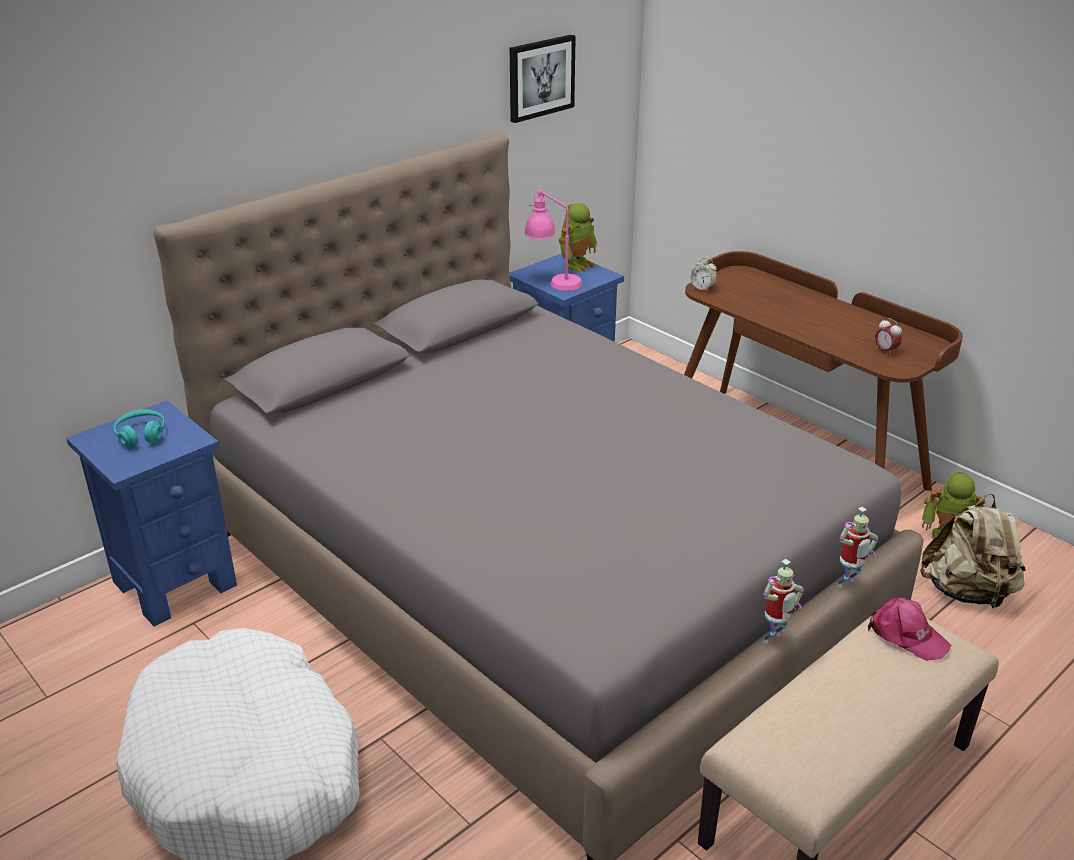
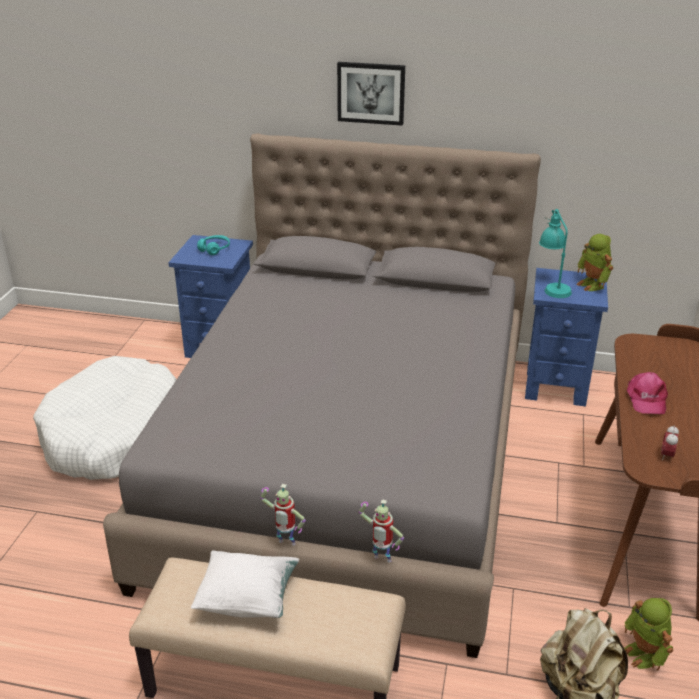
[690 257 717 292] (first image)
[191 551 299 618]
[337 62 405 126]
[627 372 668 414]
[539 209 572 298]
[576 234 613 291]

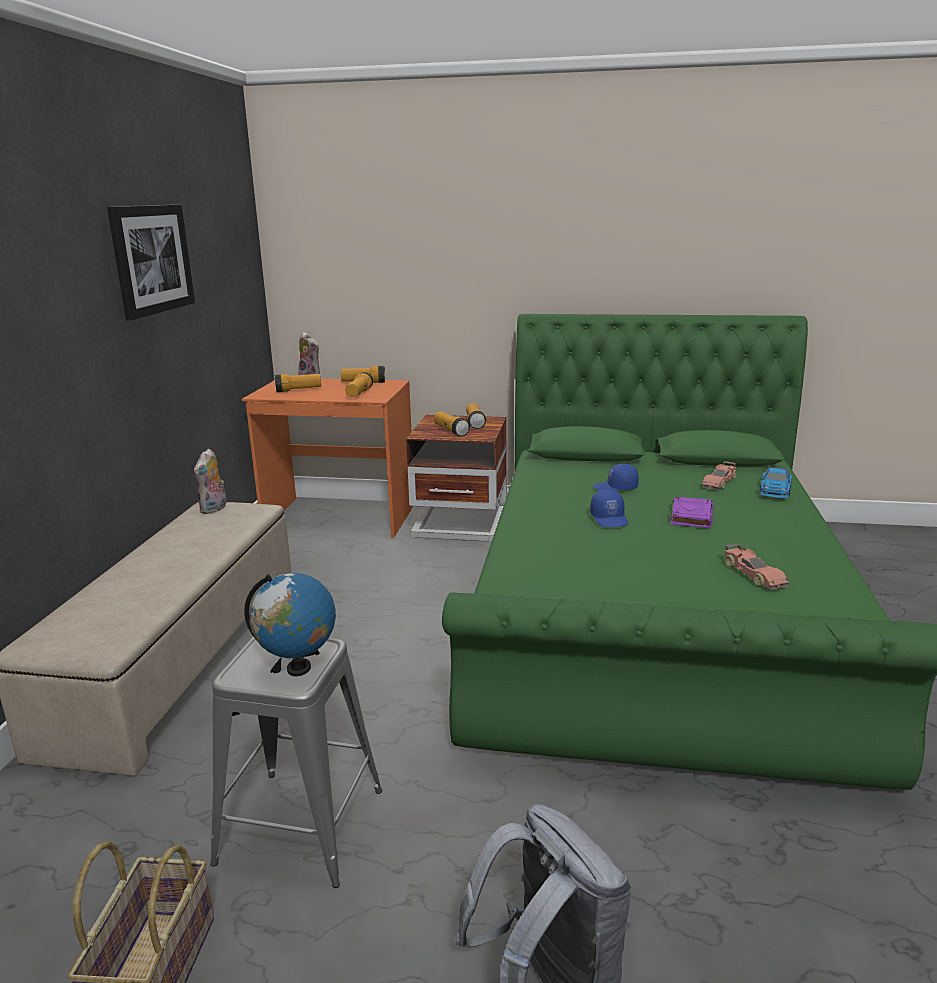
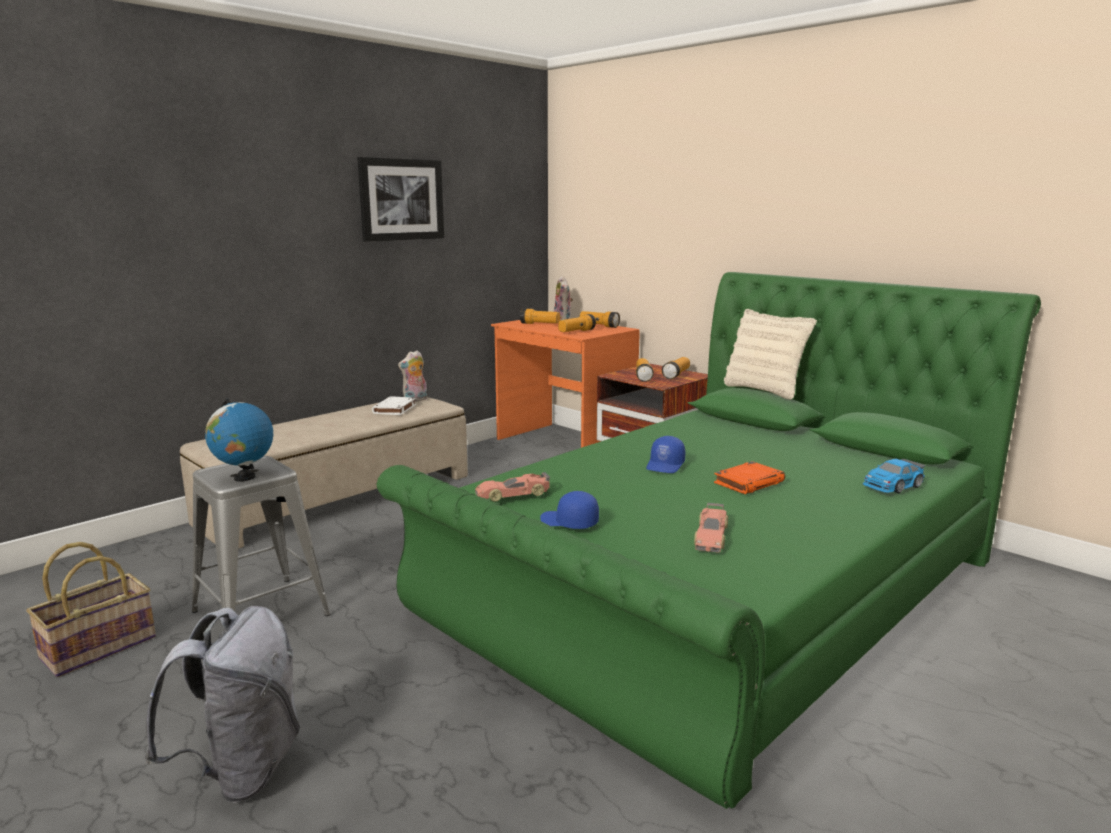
[372 396 416 415]
[724 308 817 400]
[540 491 599 529]
[475 472 550 502]
[714 461 785 494]

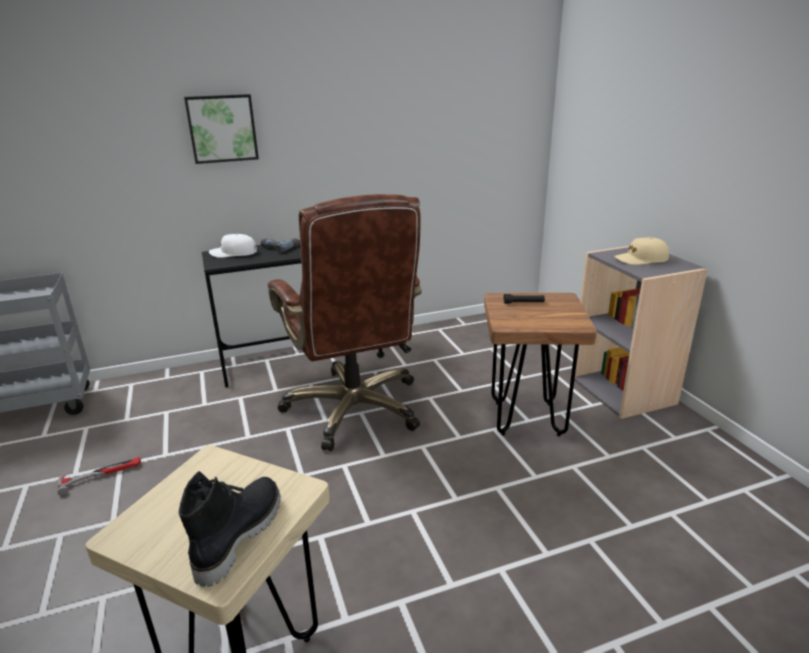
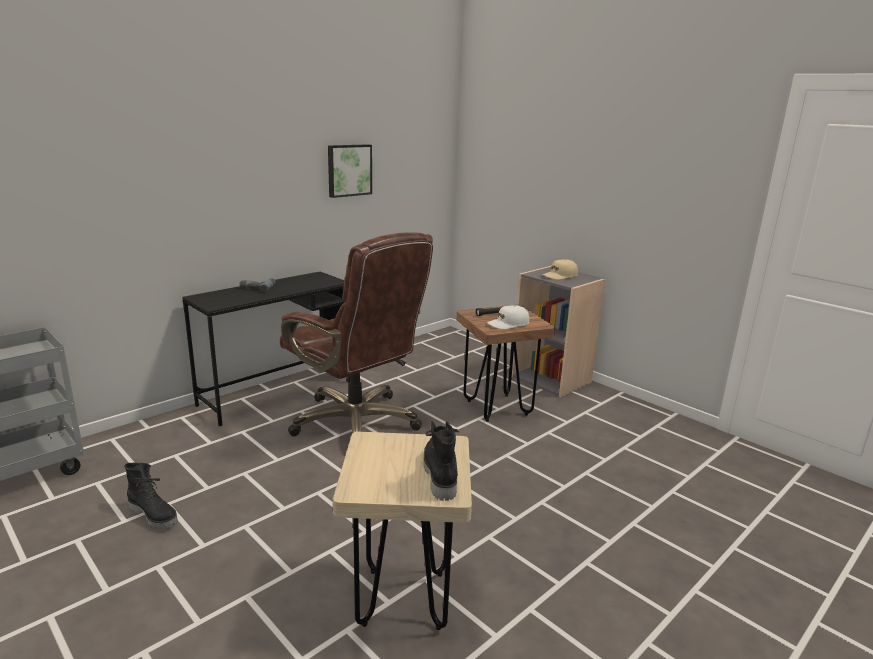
[328 144 372 198]
[487 305 530 329]
[124 462 178 529]

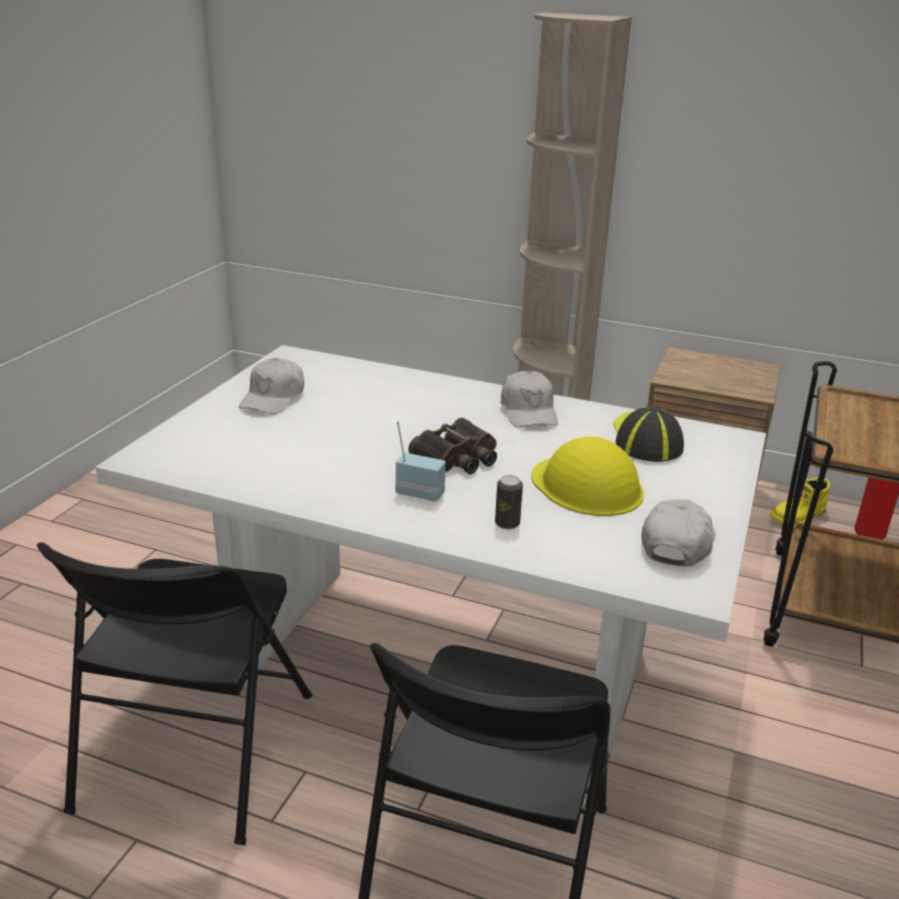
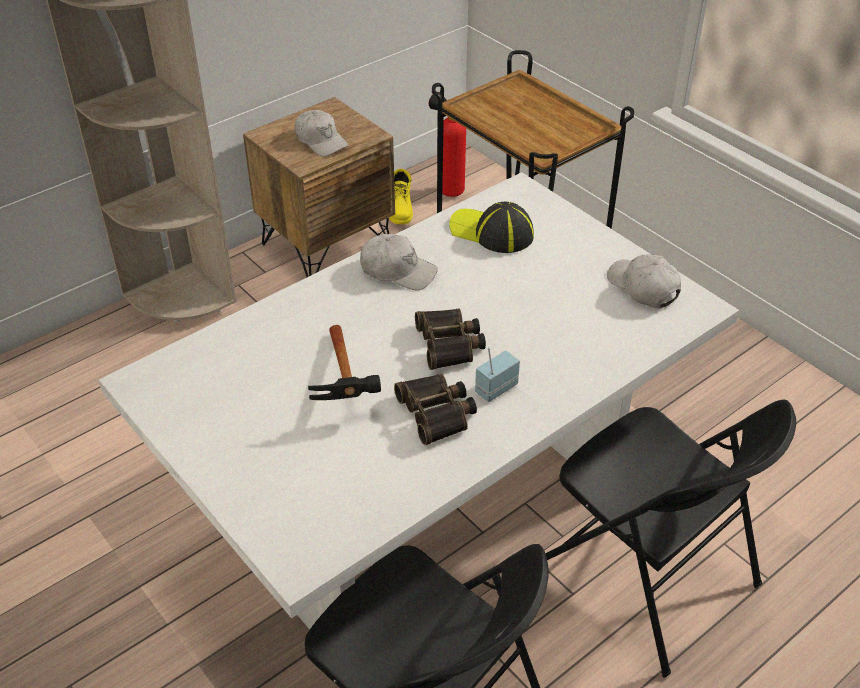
[495 475 523 529] (first image)
[531 437 644 516] (first image)
[308 325 381 400]
[394 373 477 445]
[295 110 348 157]

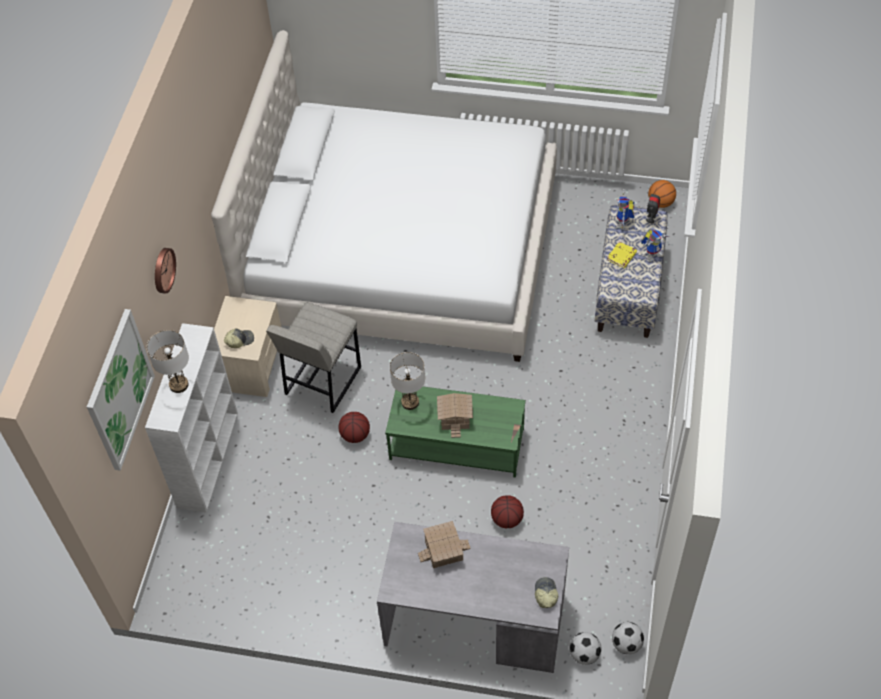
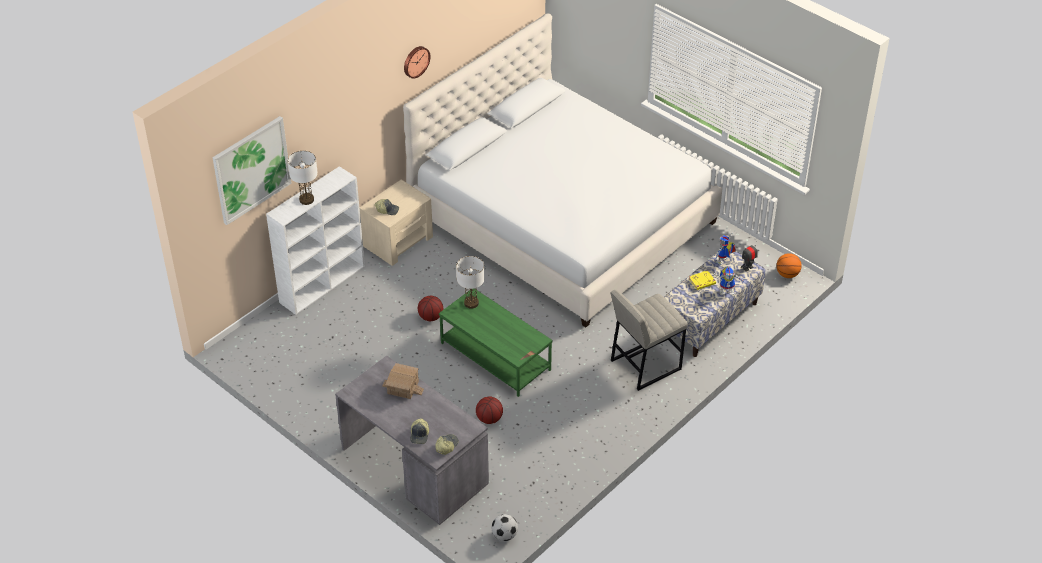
[437 393 473 438] (first image)
[569 632 601 665] (first image)
[410 418 429 444]
[404 46 431 79]
[610 290 688 391]

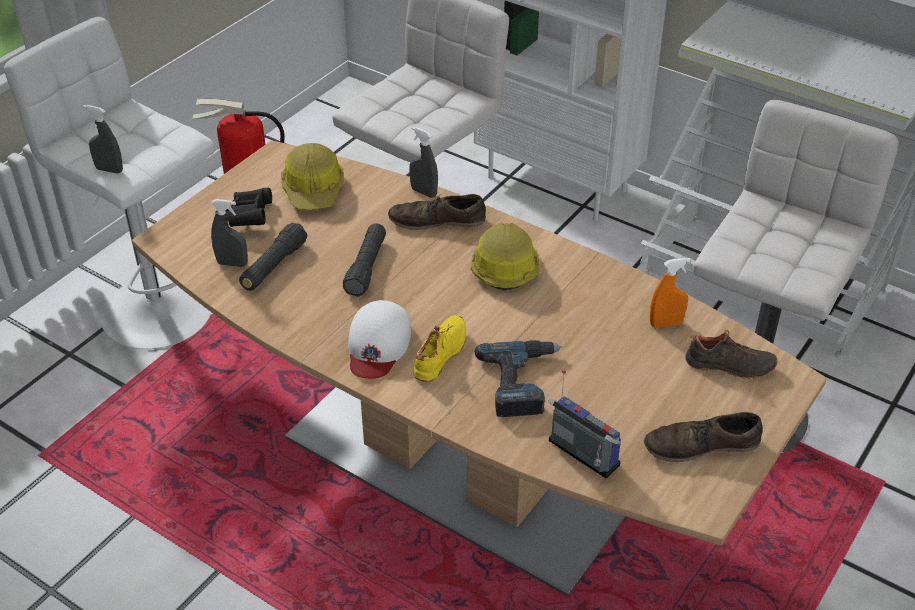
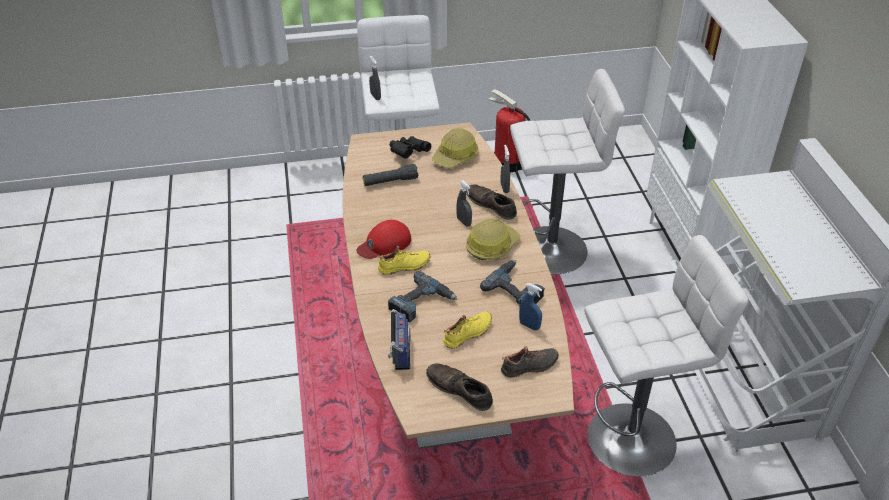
[343 223 386 297] (first image)
[443 312 492 348]
[480 260 545 308]
[456 180 472 227]
[357 220 411 259]
[519 283 542 330]
[501 346 559 378]

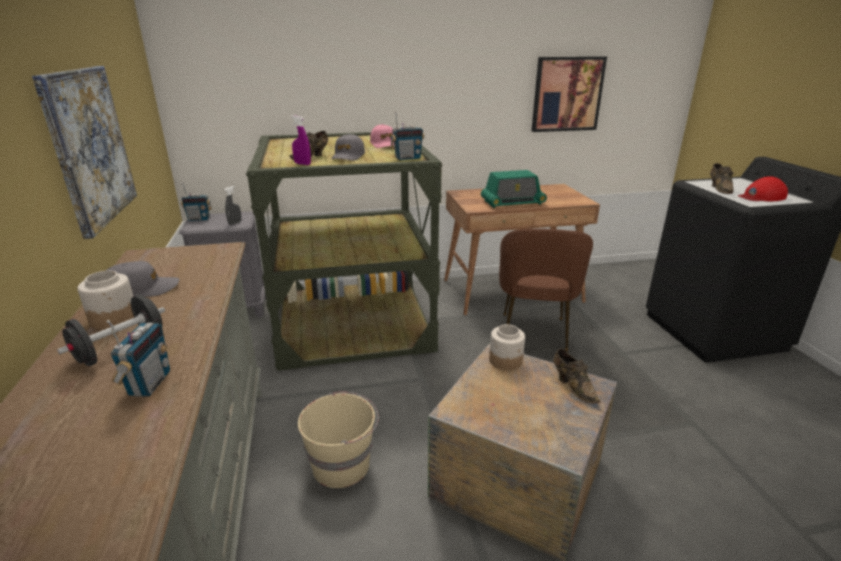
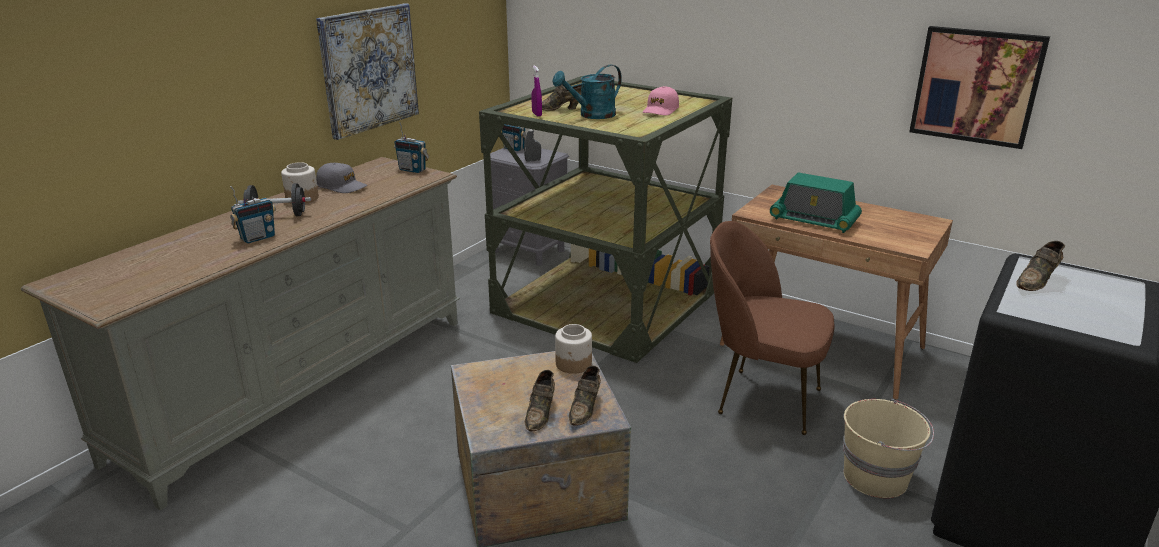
[738 176 788 201] (first image)
[525 370 555 431]
[843 399 934 498]
[394 122 429 173]
[553 64 622 119]
[710 221 834 435]

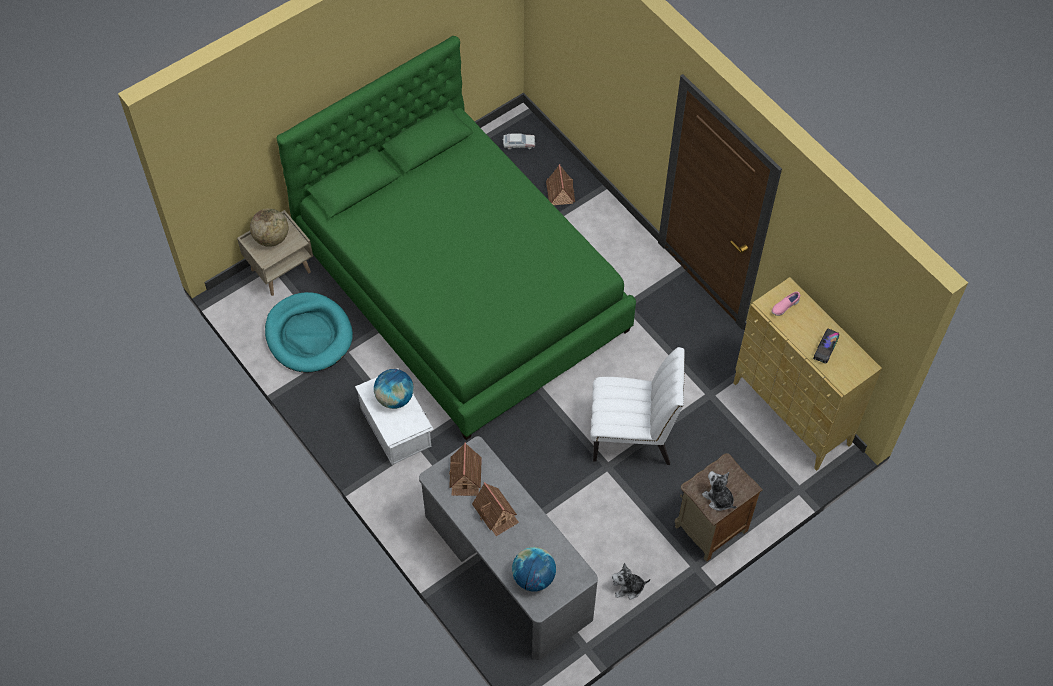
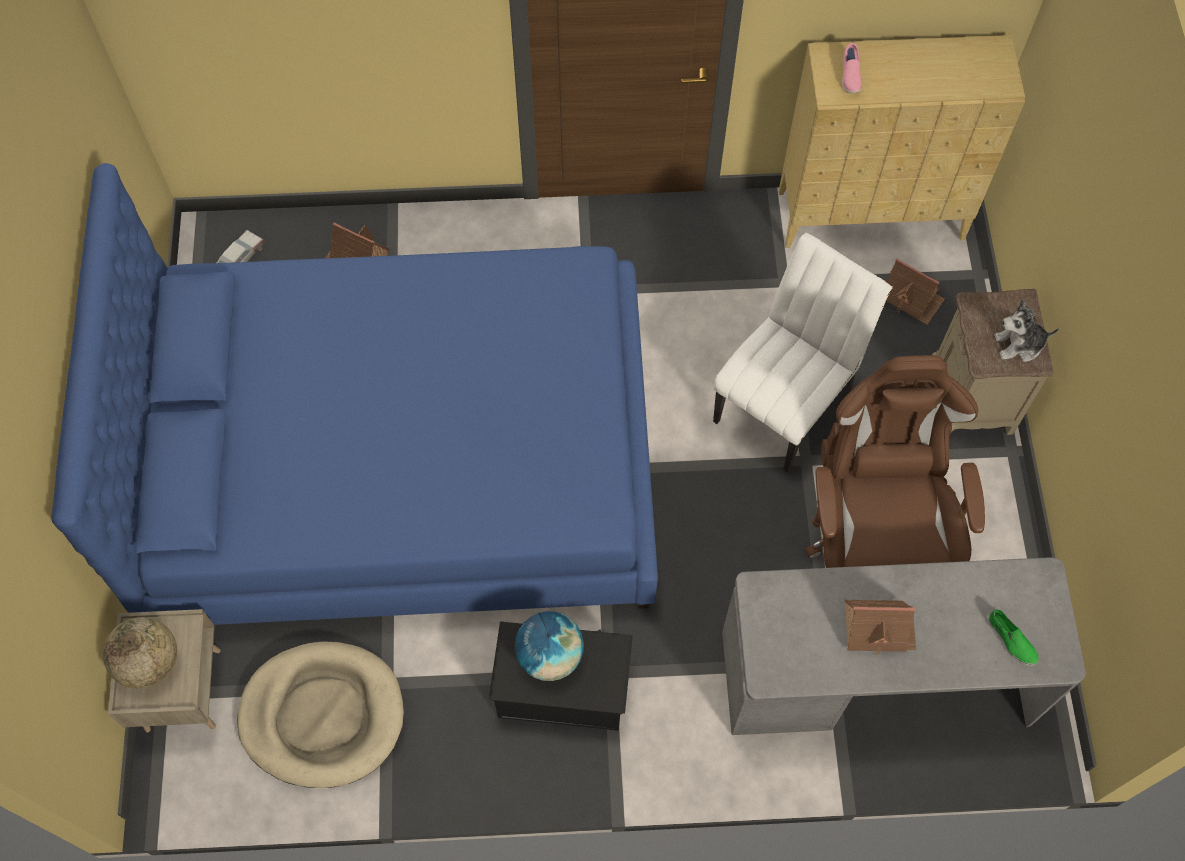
[612 563 651 599] (first image)
[813 329 839 363] (first image)
[805 355 985 568]
[886 259 945 324]
[988 609 1039 666]
[237 641 404 788]
[51 163 658 625]
[489 621 633 731]

